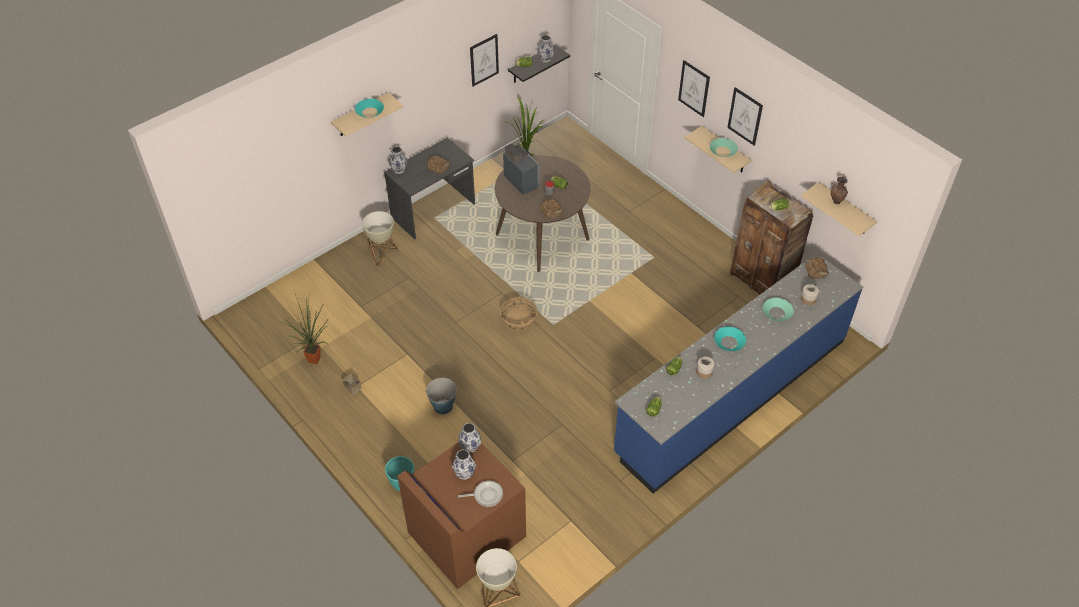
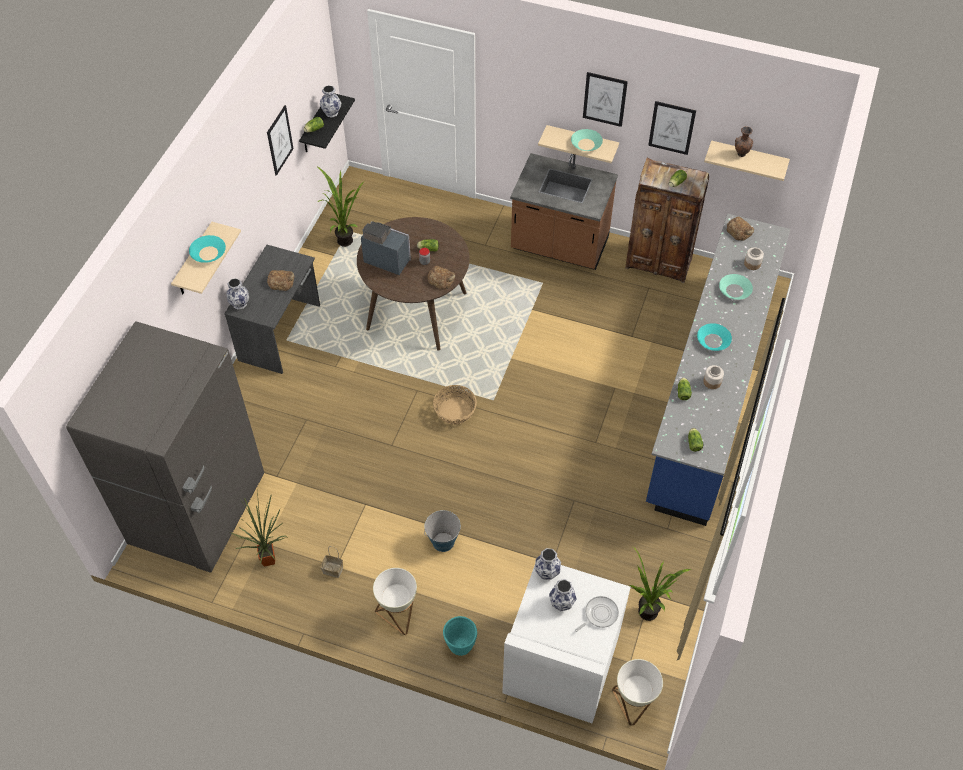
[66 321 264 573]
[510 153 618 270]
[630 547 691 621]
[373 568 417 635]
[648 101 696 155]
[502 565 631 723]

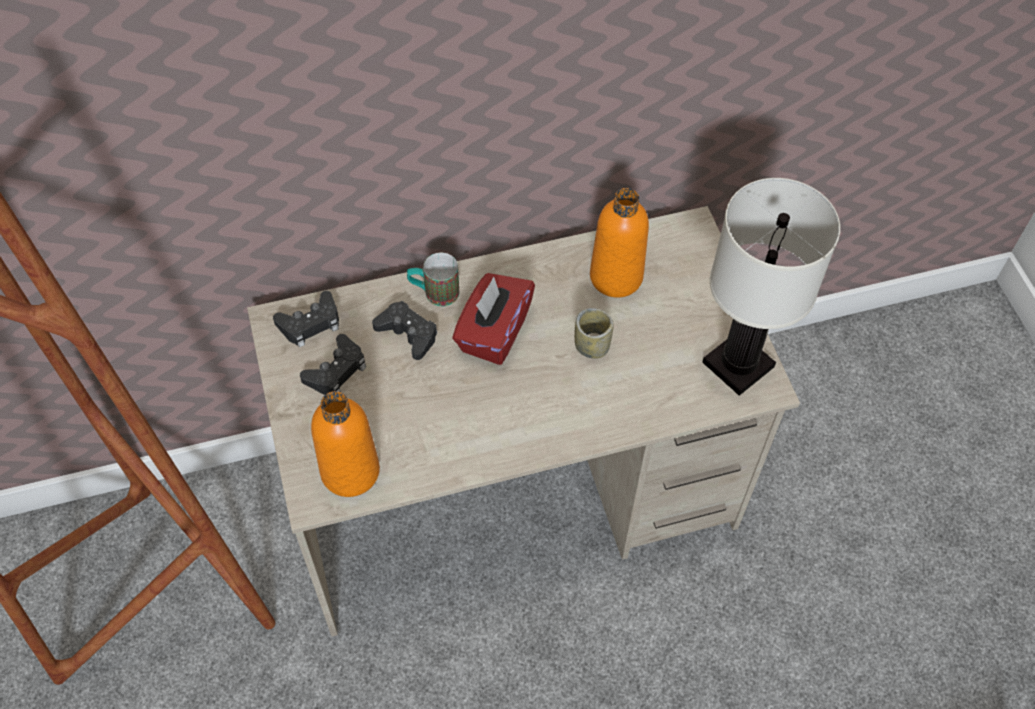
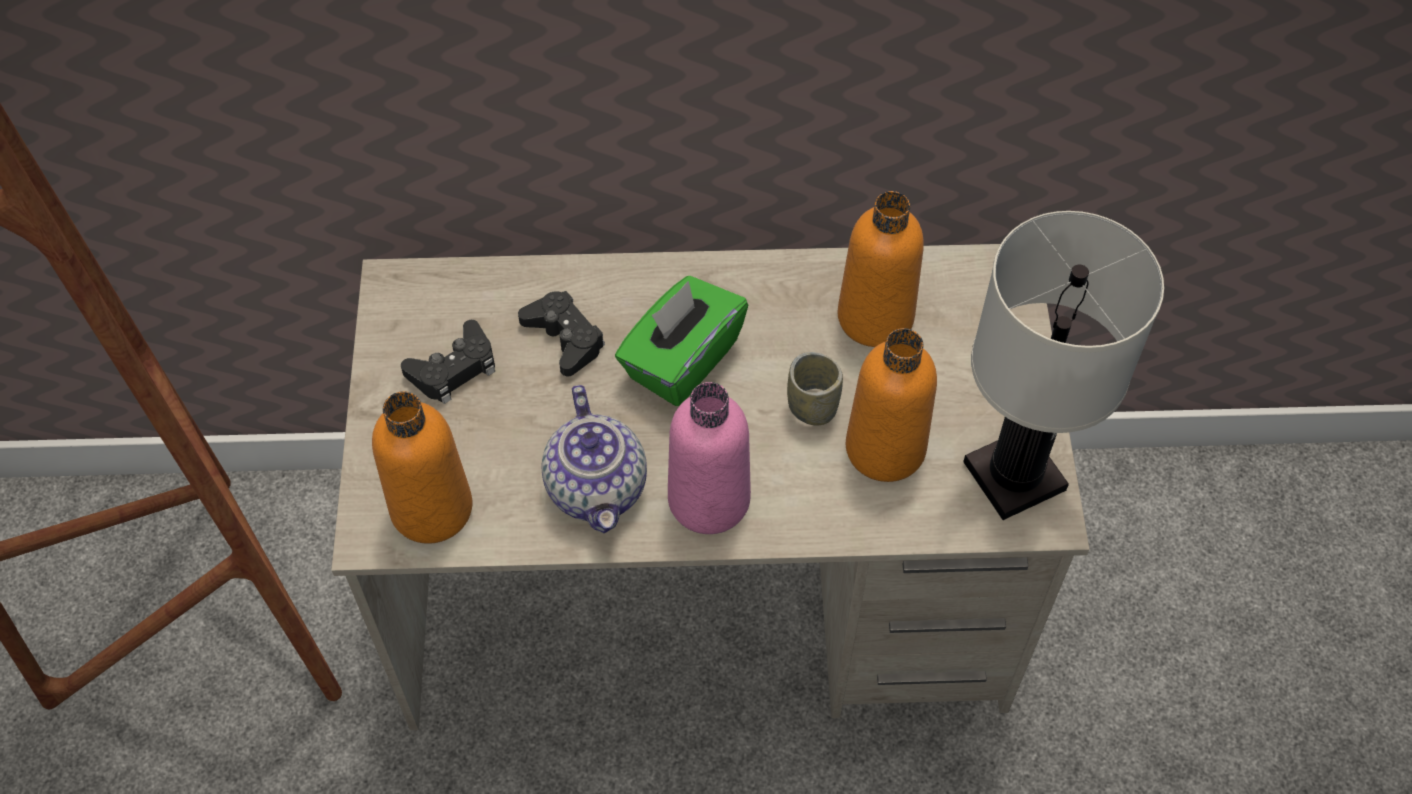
[273 291 339 347] (first image)
[407 253 459 306] (first image)
[541 385 647 533]
[668 382 751 534]
[846 328 937 482]
[615 276 748 406]

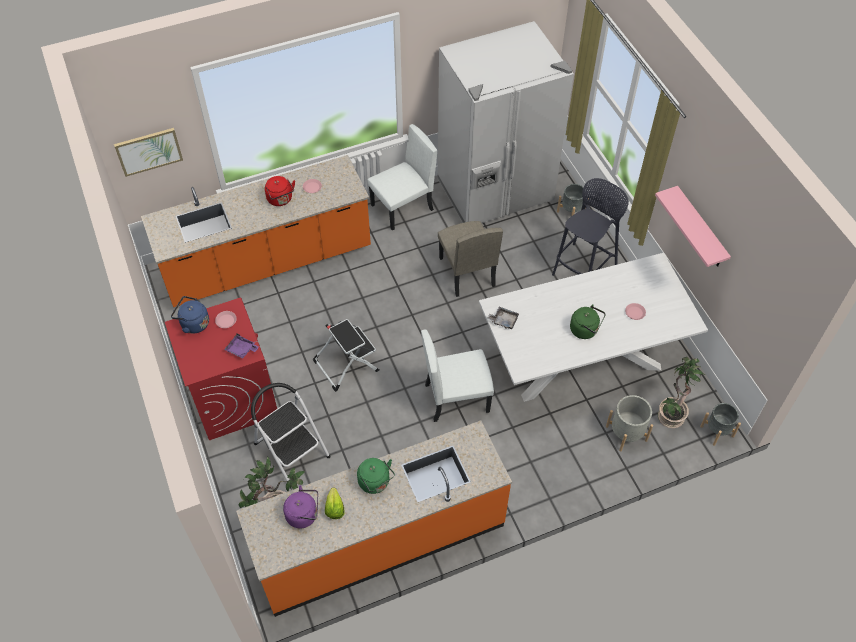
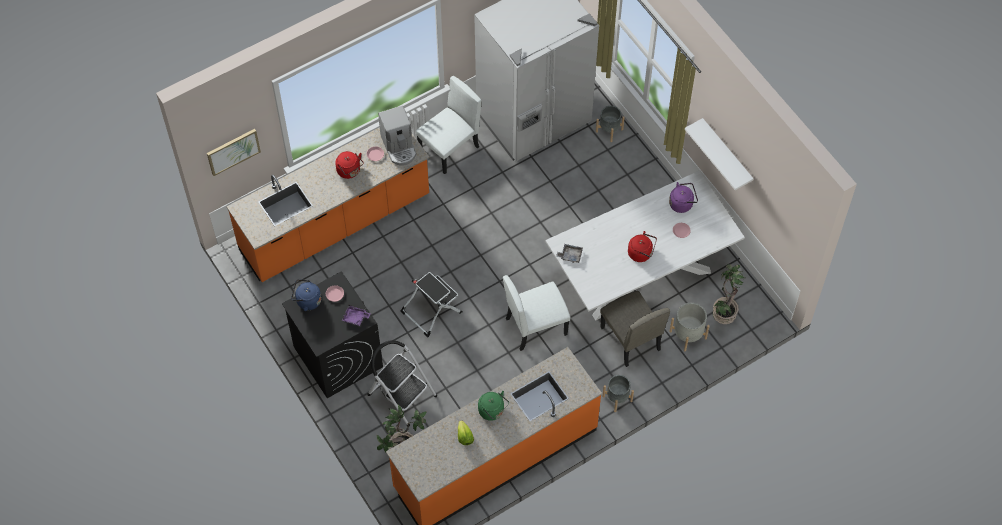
[552 178 629 276] (first image)
[378 105 416 166]
[669 182 698 213]
[600 291 670 367]
[602 375 634 412]
[282 271 383 398]
[628 231 657 262]
[685 118 754 190]

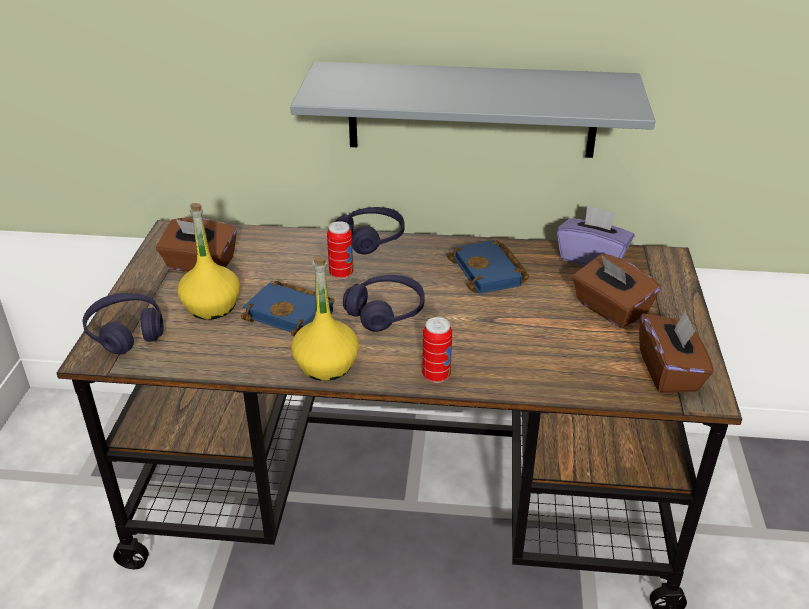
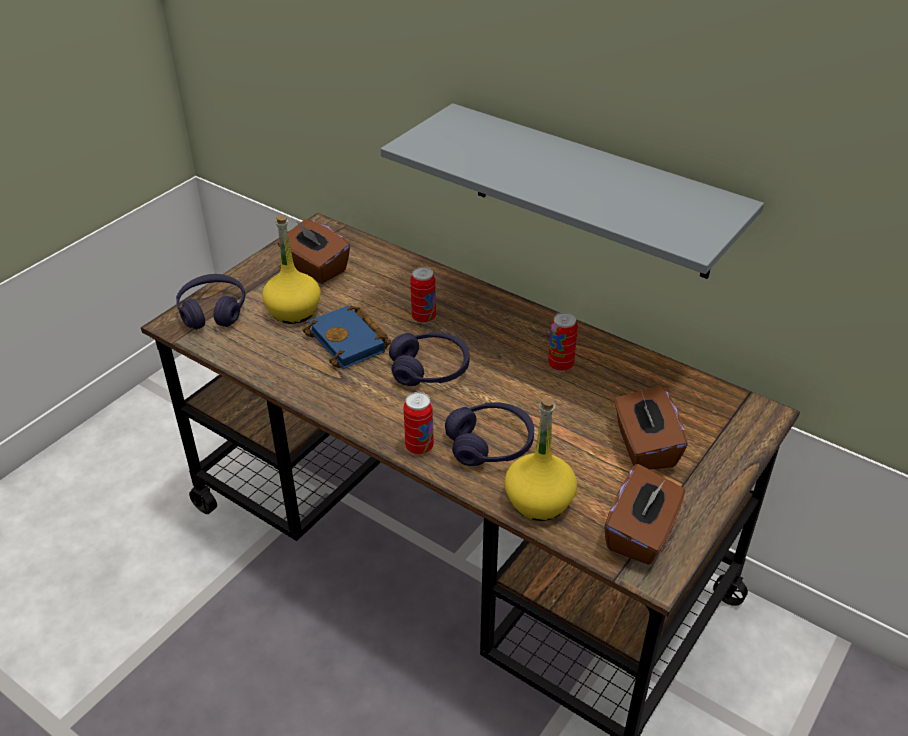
[557 205 634 266] (first image)
[504 398 577 521]
[445 402 534 466]
[548 312 578 372]

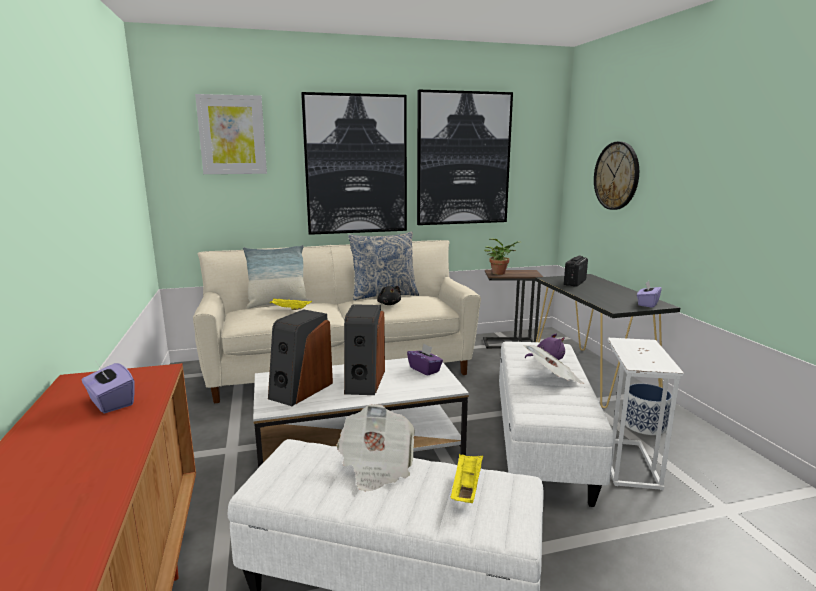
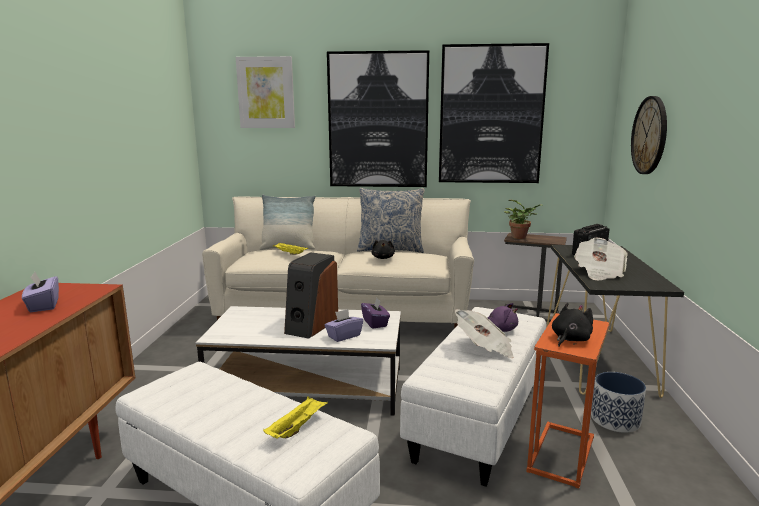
[268 309 333 406] (first image)
[552 303 593 347]
[574 238 628 280]
[324 309 363 342]
[526 313 609 489]

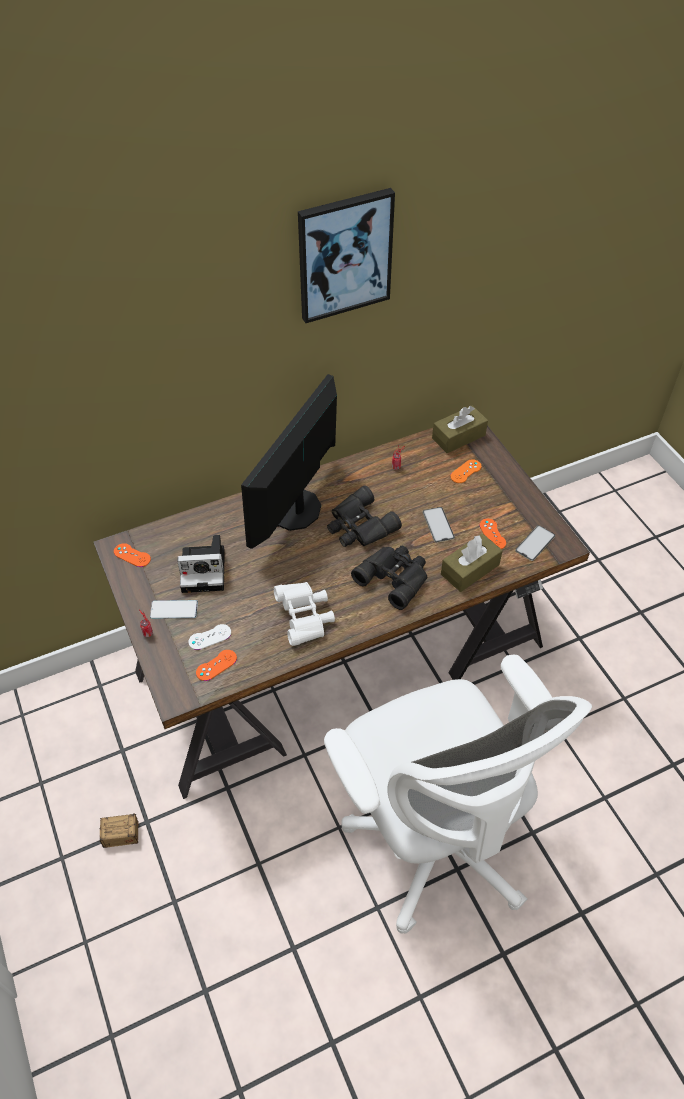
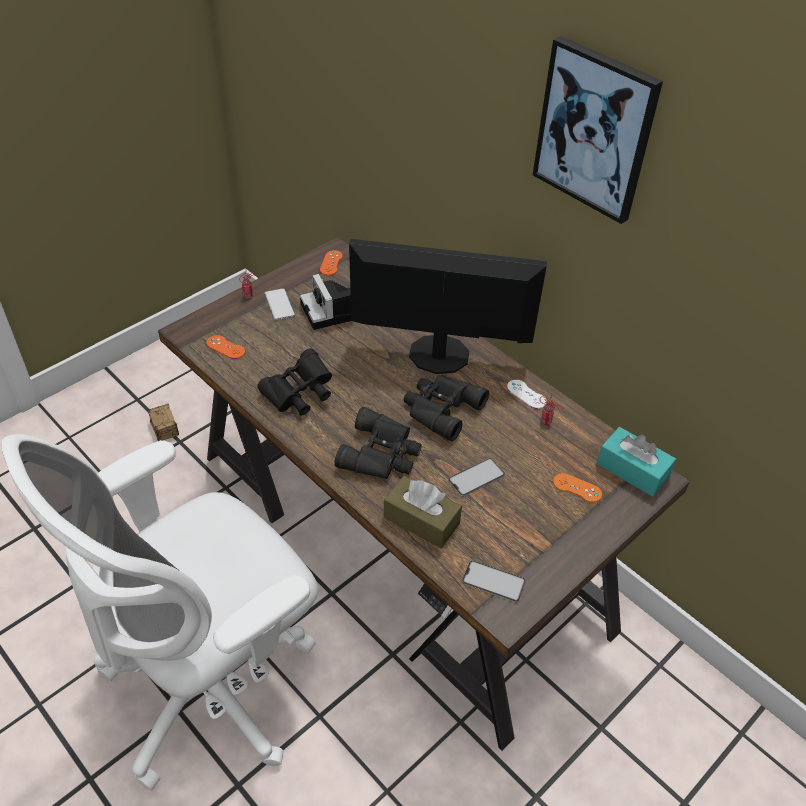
[480 519 506 549] (first image)
[507 380 547 409]
[257 349 332 415]
[597 427 676 497]

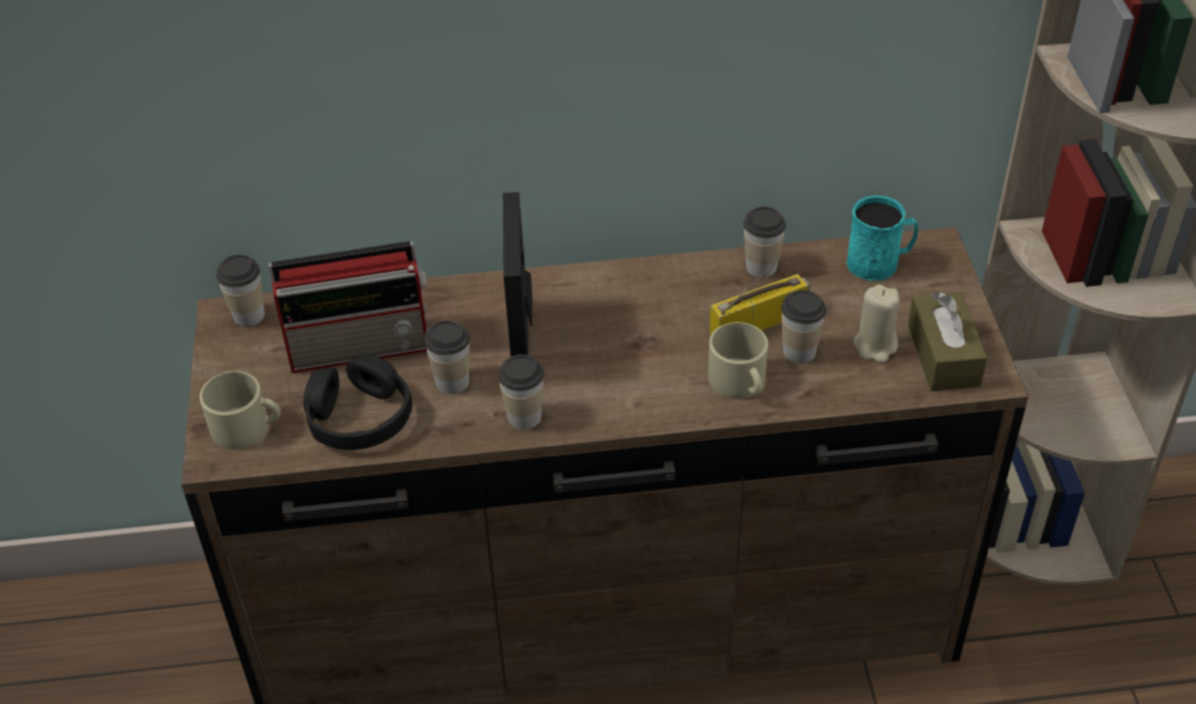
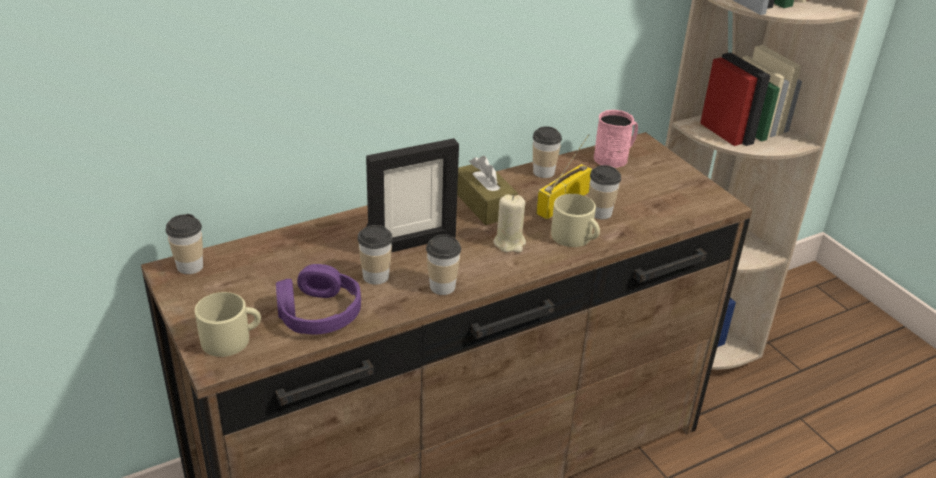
[269 241 427 373] (first image)
[494 195 526 252]
[457 156 518 225]
[276 264 361 334]
[594 110 638 168]
[366 138 459 253]

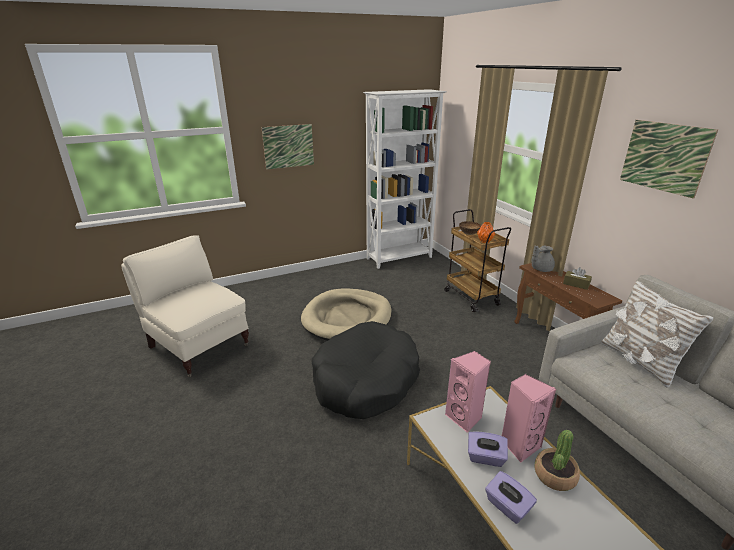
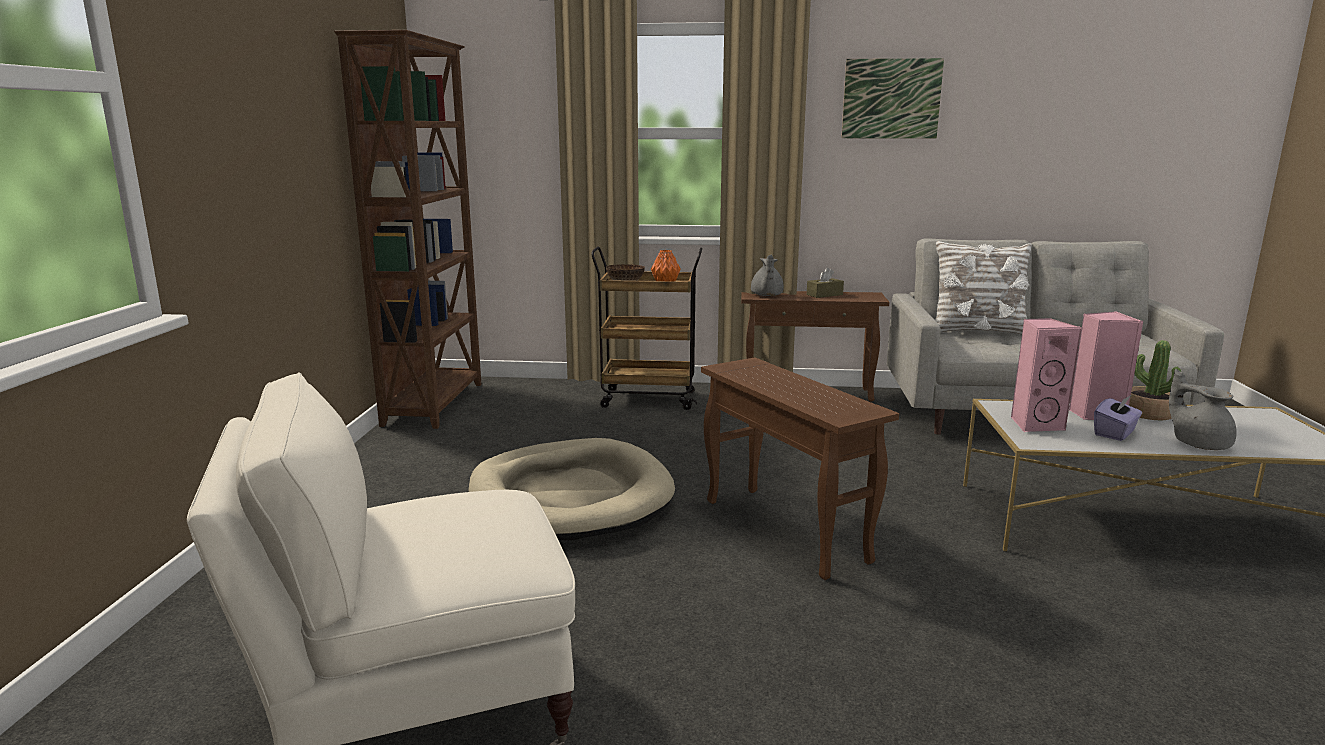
[261 124 314 170] (first image)
[701 357 899 580]
[1169 369 1237 450]
[334 30 482 429]

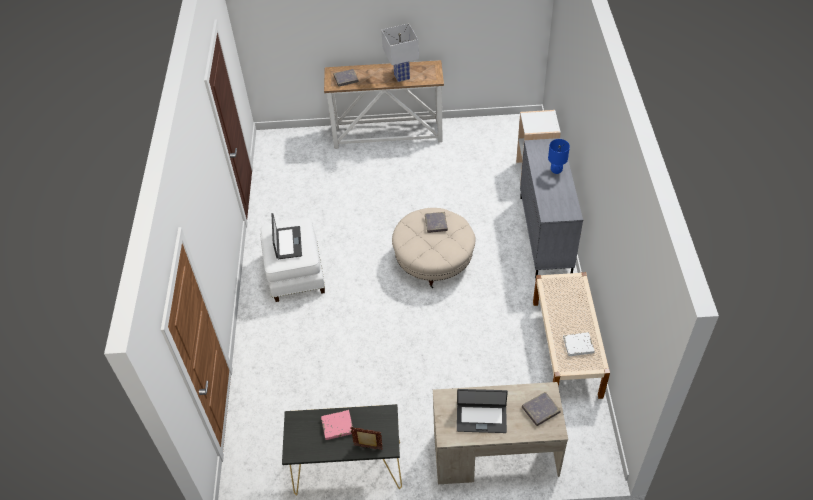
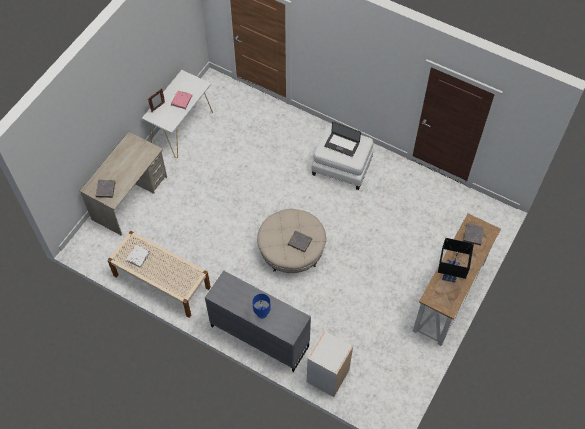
[457 389 508 433] (first image)
[142 70 213 158]
[438 238 474 283]

